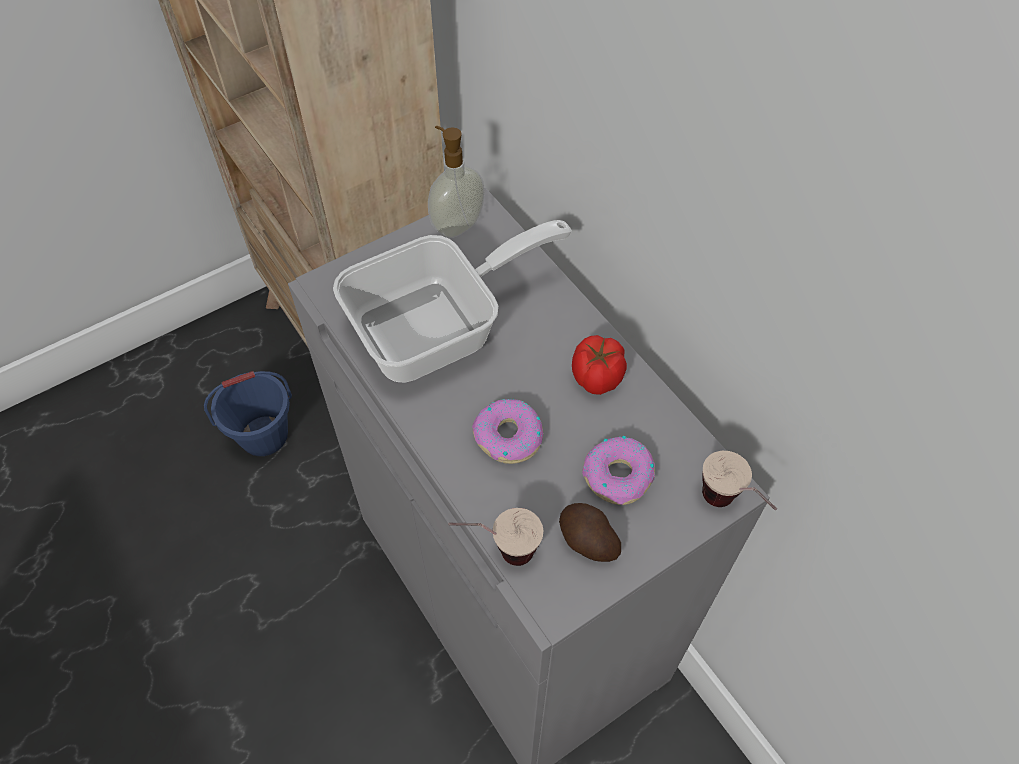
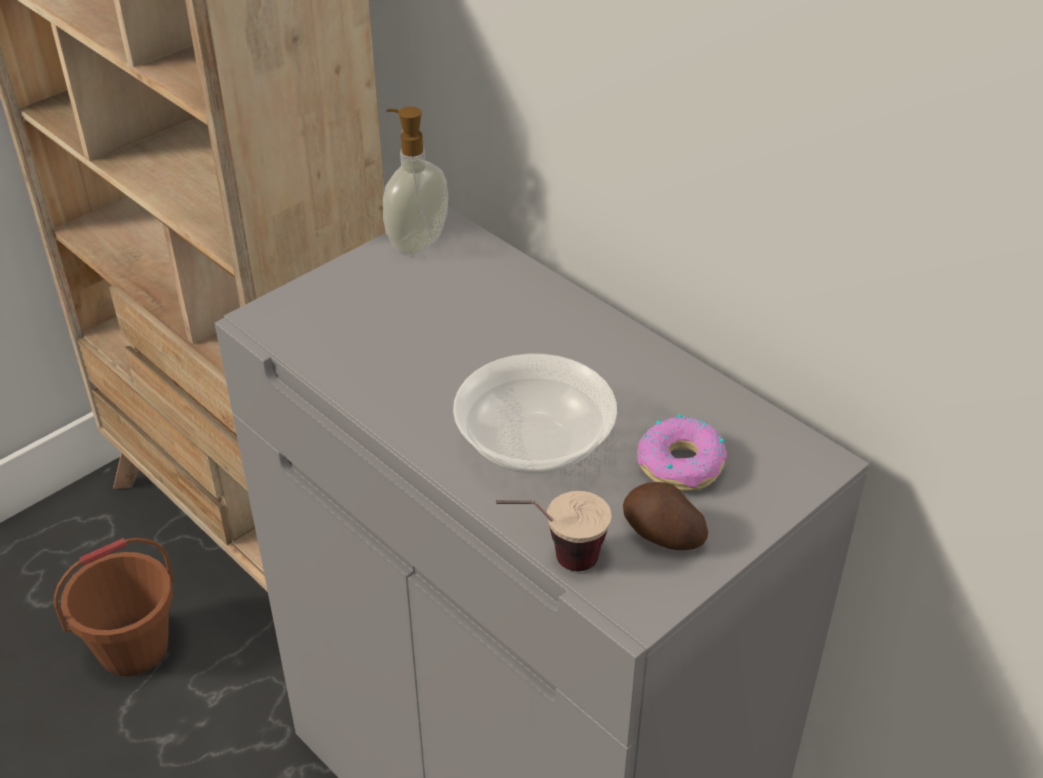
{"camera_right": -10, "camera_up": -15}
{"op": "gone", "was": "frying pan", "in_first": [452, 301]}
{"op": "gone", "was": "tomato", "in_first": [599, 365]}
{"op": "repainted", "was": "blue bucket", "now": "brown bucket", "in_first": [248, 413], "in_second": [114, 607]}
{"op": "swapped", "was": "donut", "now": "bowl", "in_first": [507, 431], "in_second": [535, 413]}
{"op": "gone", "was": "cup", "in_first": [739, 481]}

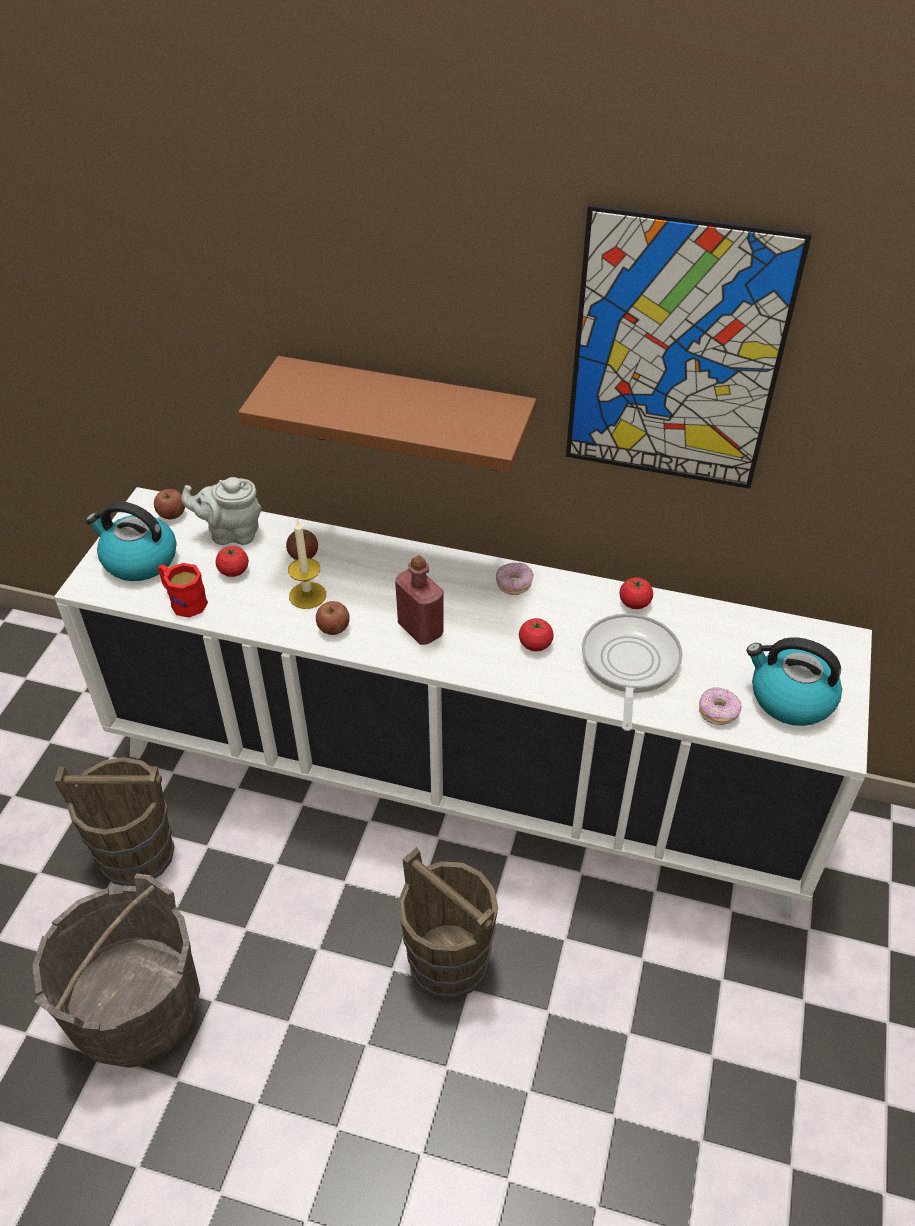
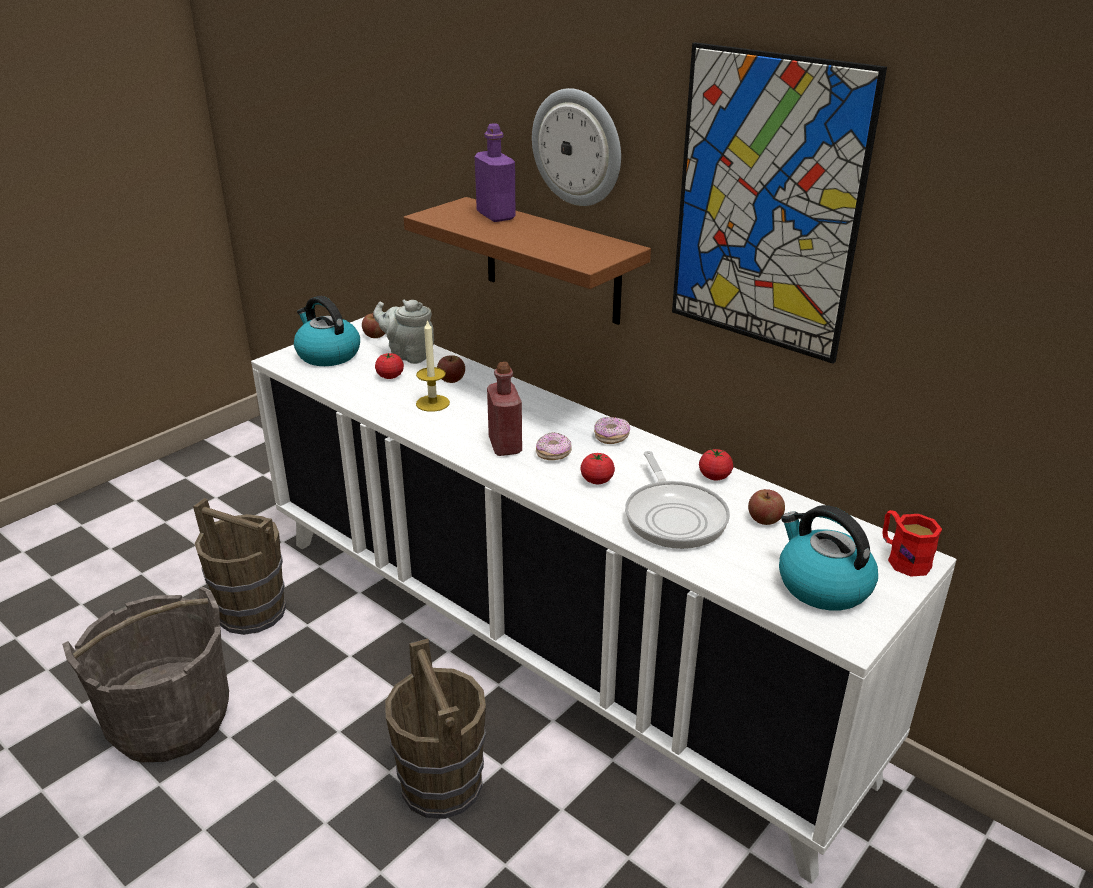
{"camera_right": 25, "camera_up": -15}
{"op": "shifted", "was": "red mug", "in_first": [183, 590], "in_second": [912, 543]}
{"op": "shifted", "was": "apple", "in_first": [333, 618], "in_second": [766, 507]}
{"op": "rotated", "was": "frying pan", "in_first": [632, 672], "in_second": [677, 500], "clockwise": 135}
{"op": "shifted", "was": "donut", "in_first": [720, 706], "in_second": [554, 446]}
{"op": "new", "now": "wall clock", "in_second": [576, 147]}
{"op": "new", "now": "purple bottle", "in_second": [495, 172]}

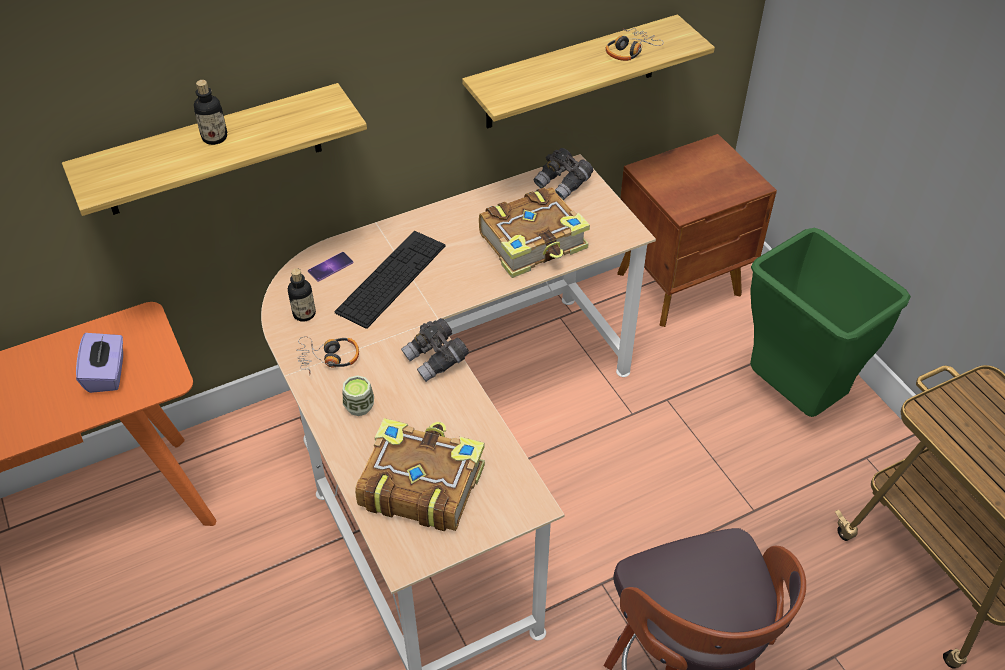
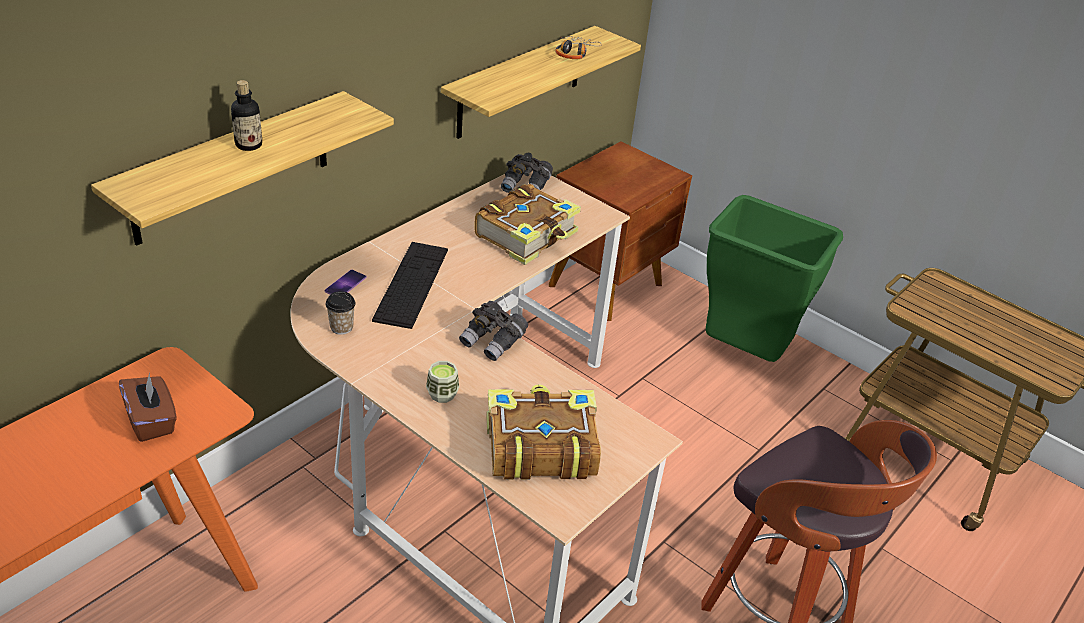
{"camera_right": -25, "camera_up": -10}
{"op": "swapped", "was": "bottle", "now": "cup", "in_first": [302, 295], "in_second": [341, 313]}
{"op": "repainted", "was": "purple tissue box", "now": "brown tissue box", "in_first": [99, 363], "in_second": [148, 407]}
{"op": "gone", "was": "headphones", "in_first": [328, 355]}

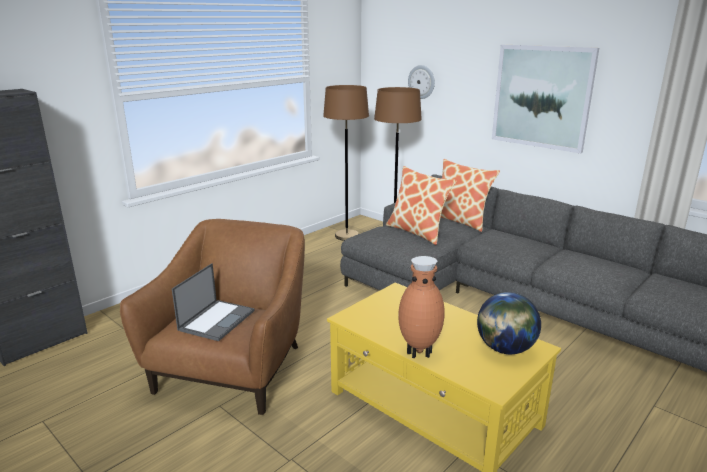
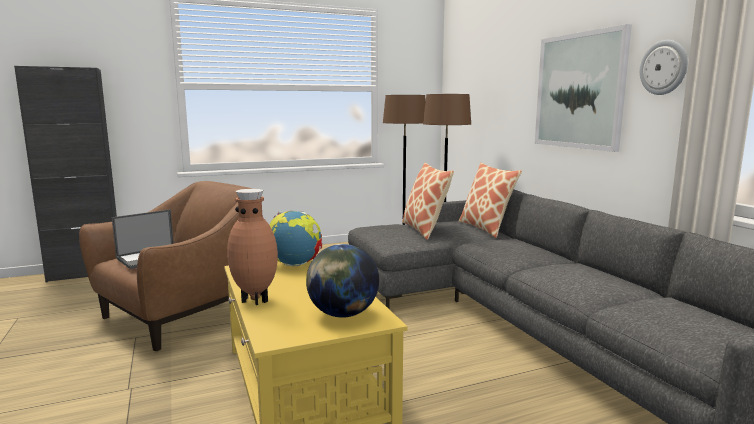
{"camera_right": 25, "camera_up": -10}
{"op": "shifted", "was": "wall clock", "in_first": [421, 82], "in_second": [664, 67]}
{"op": "new", "now": "globe", "in_second": [296, 238]}

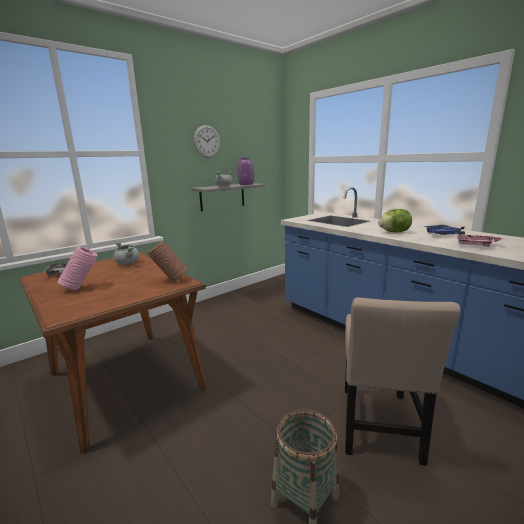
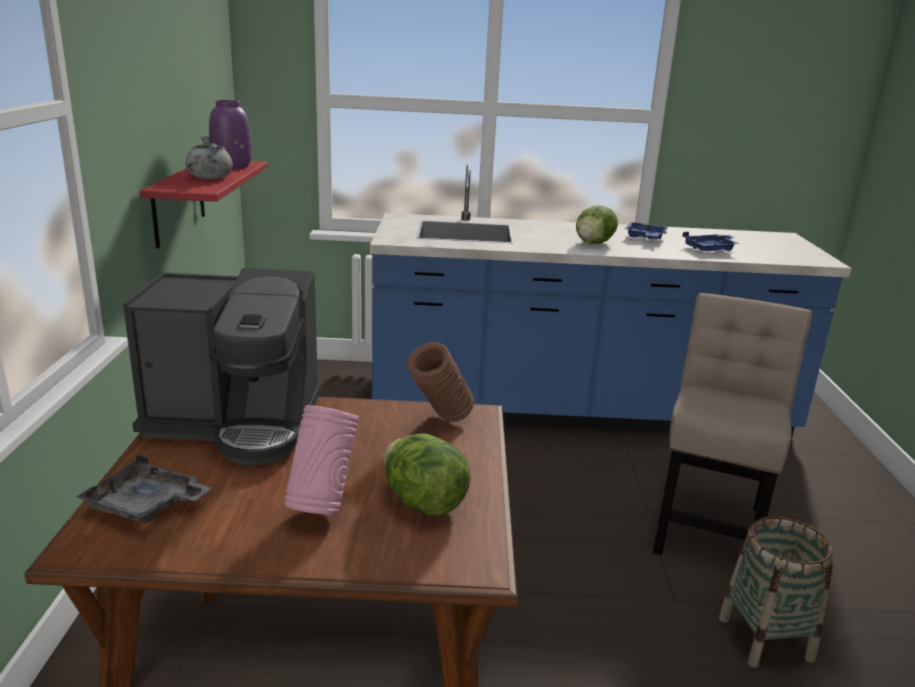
{"camera_right": -50, "camera_up": 5}
{"op": "gone", "was": "wall clock", "in_first": [207, 141]}
{"op": "repainted", "was": "grey shelf", "now": "red shelf", "in_first": [228, 197], "in_second": [203, 204]}
{"op": "repainted", "was": "pink tray", "now": "blue tray", "in_first": [480, 239], "in_second": [711, 241]}
{"op": "swapped", "was": "grey cooking pot", "now": "coffee machine", "in_first": [126, 252], "in_second": [222, 366]}
{"op": "rotated", "was": "beige chair", "in_first": [402, 381], "in_second": [732, 424], "clockwise": -120}
{"op": "new", "now": "lettuce", "in_second": [426, 475]}

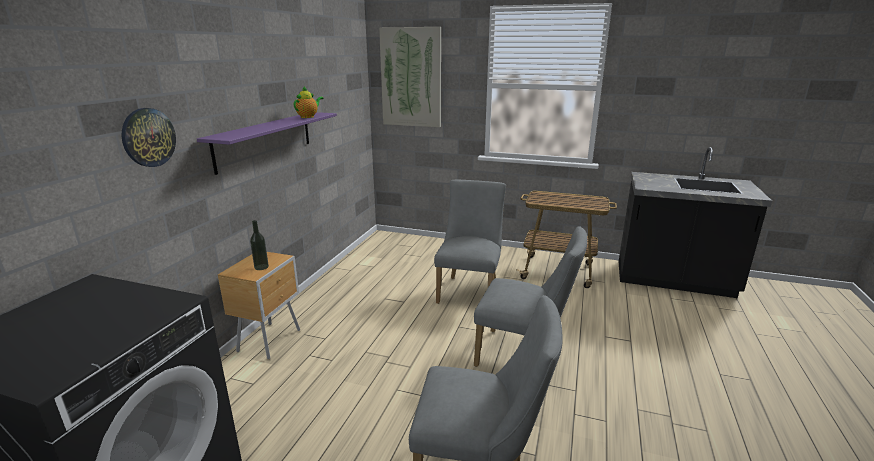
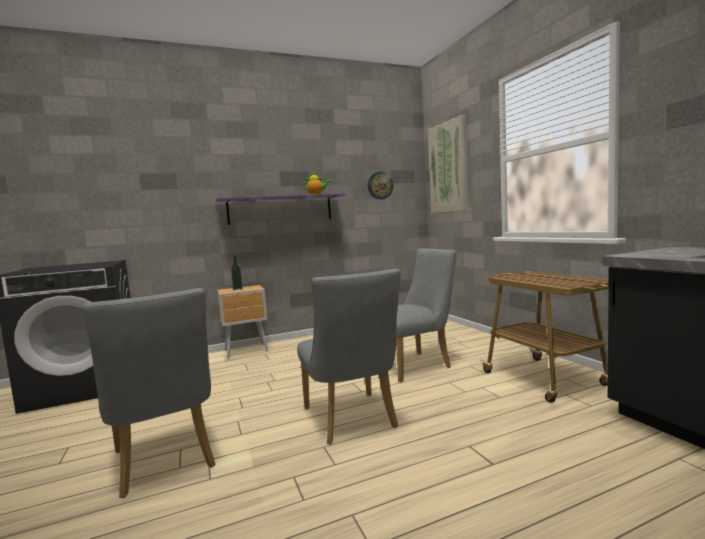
{"camera_right": 50, "camera_up": -15}
{"op": "shifted", "was": "wall clock", "in_first": [149, 137], "in_second": [380, 185]}

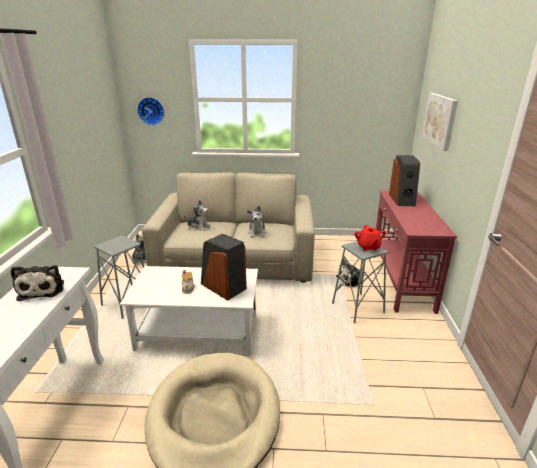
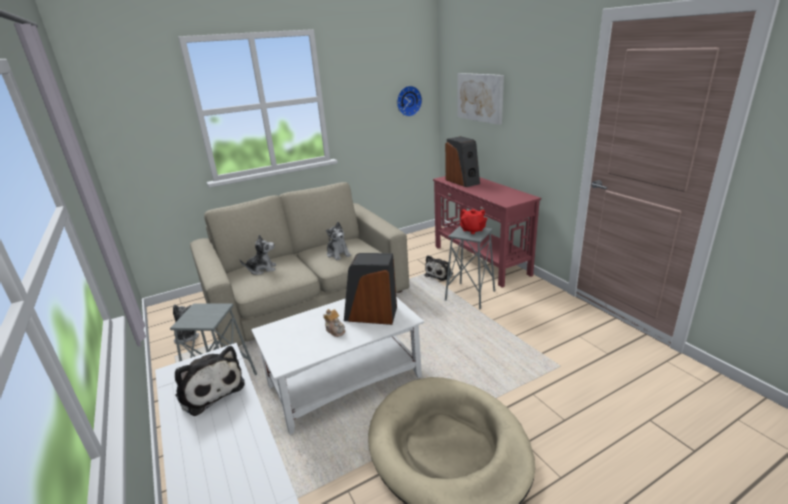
{"camera_right": -30, "camera_up": 0}
{"op": "shifted", "was": "wall clock", "in_first": [150, 111], "in_second": [409, 101]}

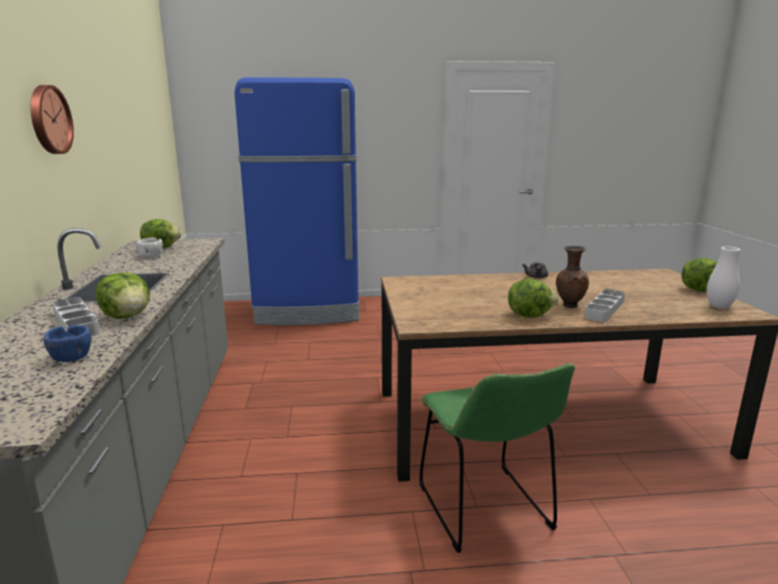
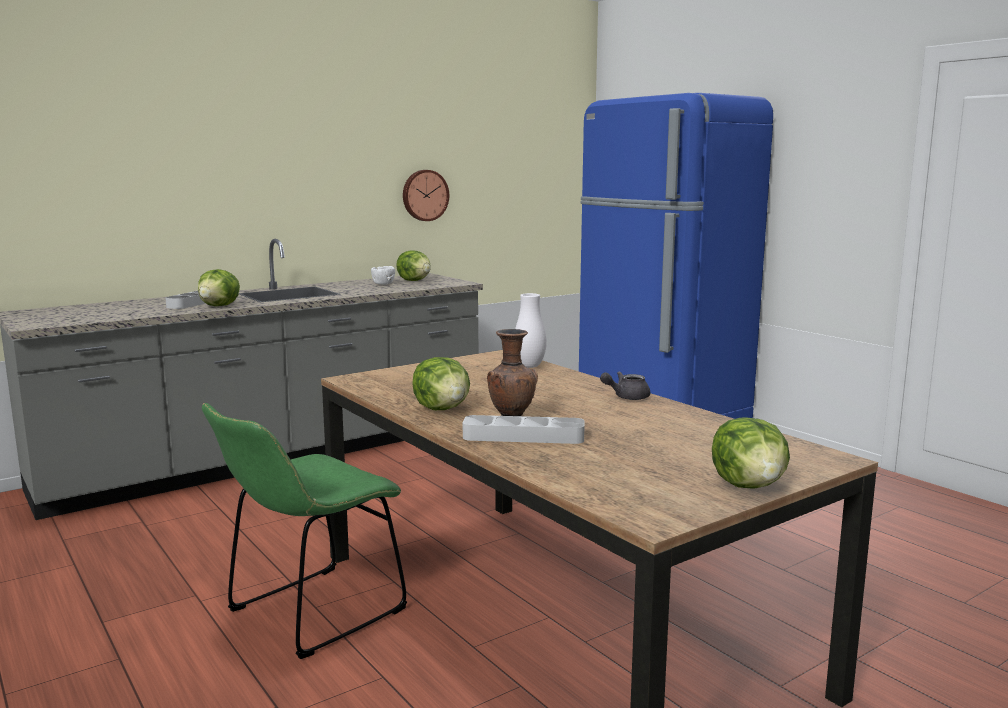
{"camera_right": 60, "camera_up": -5}
{"op": "shifted", "was": "wall clock", "in_first": [52, 119], "in_second": [426, 195]}
{"op": "shifted", "was": "white vase", "in_first": [724, 278], "in_second": [531, 330]}
{"op": "gone", "was": "blue bowl", "in_first": [67, 343]}

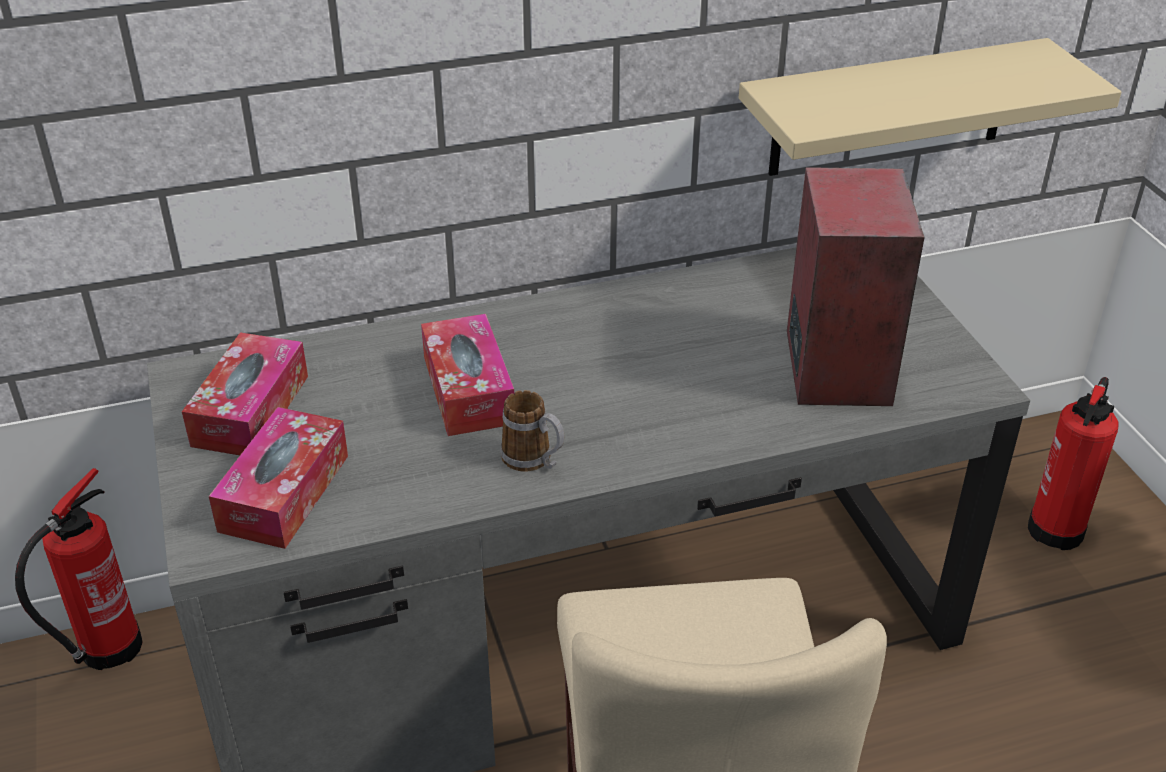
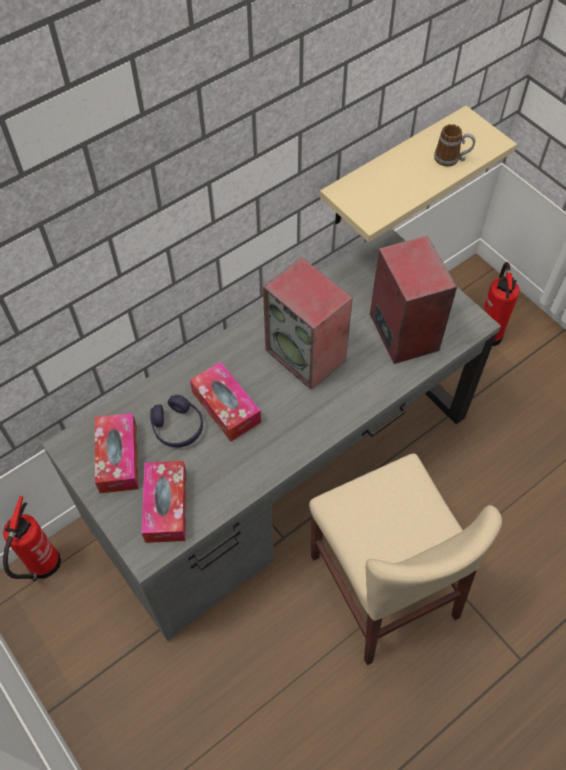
{"camera_right": -20, "camera_up": 20}
{"op": "shifted", "was": "mug", "in_first": [532, 430], "in_second": [454, 145]}
{"op": "new", "now": "speaker", "in_second": [308, 323]}
{"op": "new", "now": "purple headphones", "in_second": [176, 421]}

